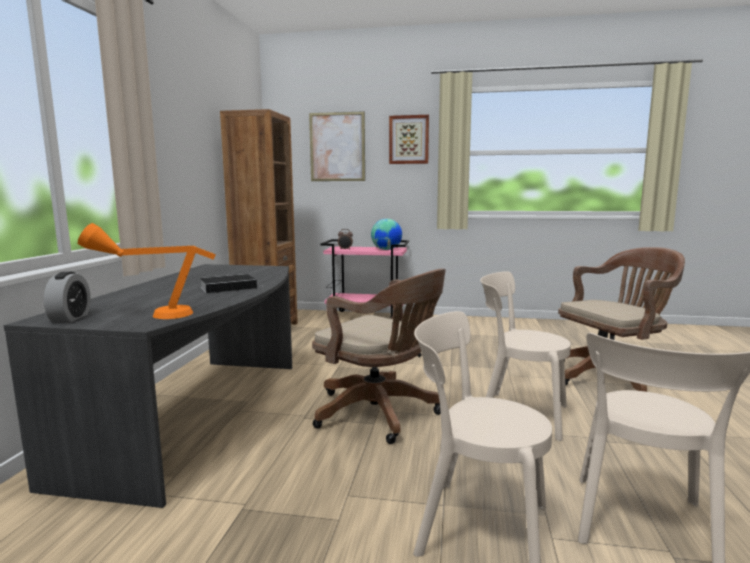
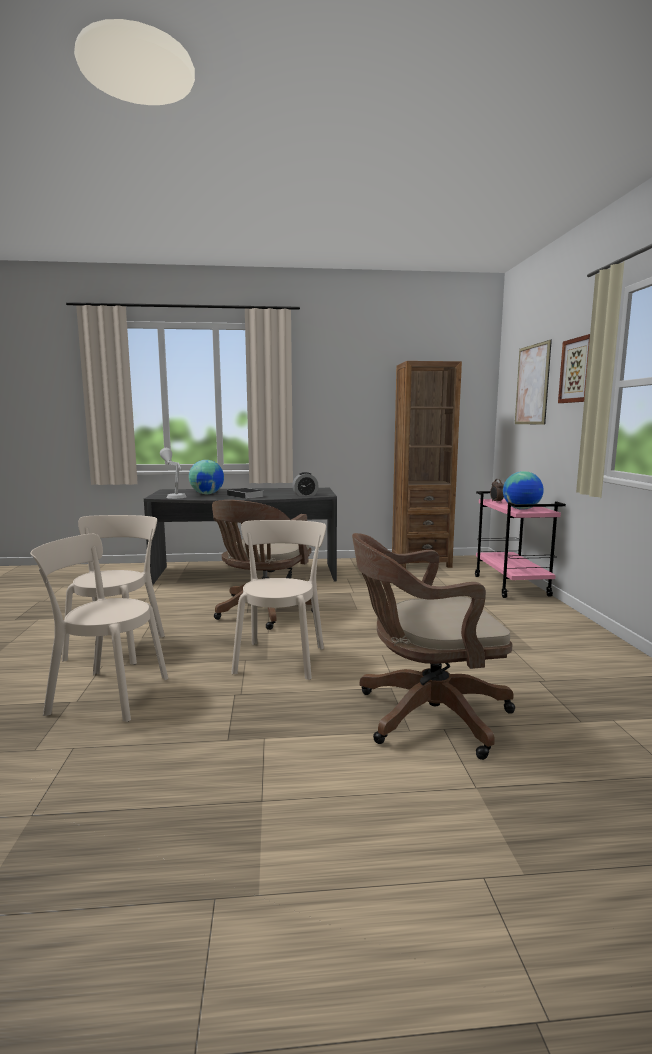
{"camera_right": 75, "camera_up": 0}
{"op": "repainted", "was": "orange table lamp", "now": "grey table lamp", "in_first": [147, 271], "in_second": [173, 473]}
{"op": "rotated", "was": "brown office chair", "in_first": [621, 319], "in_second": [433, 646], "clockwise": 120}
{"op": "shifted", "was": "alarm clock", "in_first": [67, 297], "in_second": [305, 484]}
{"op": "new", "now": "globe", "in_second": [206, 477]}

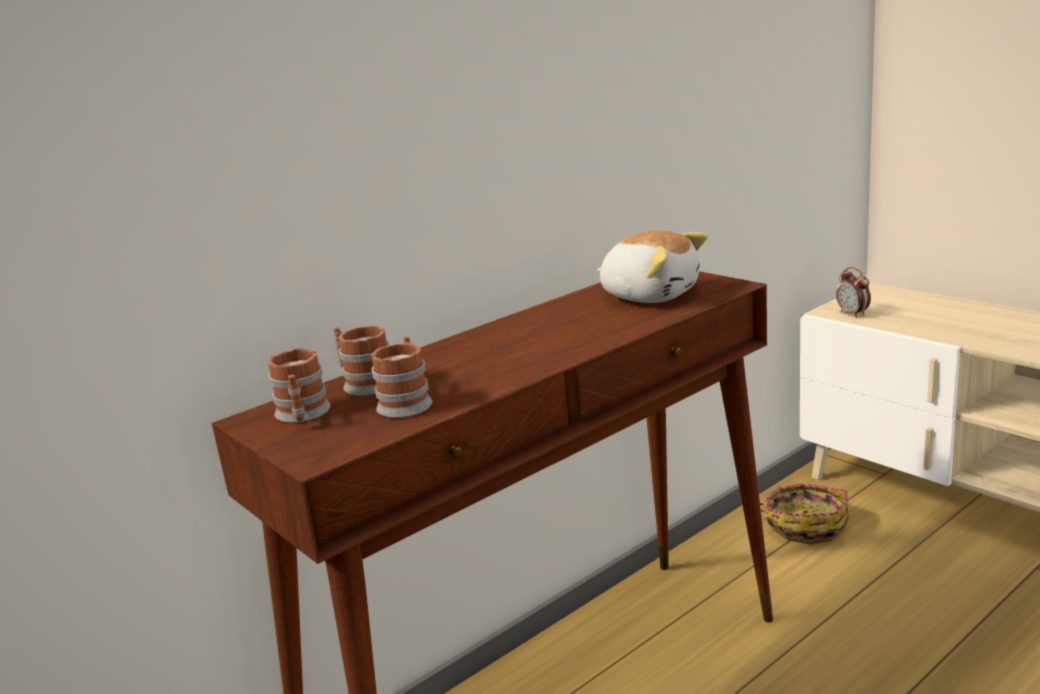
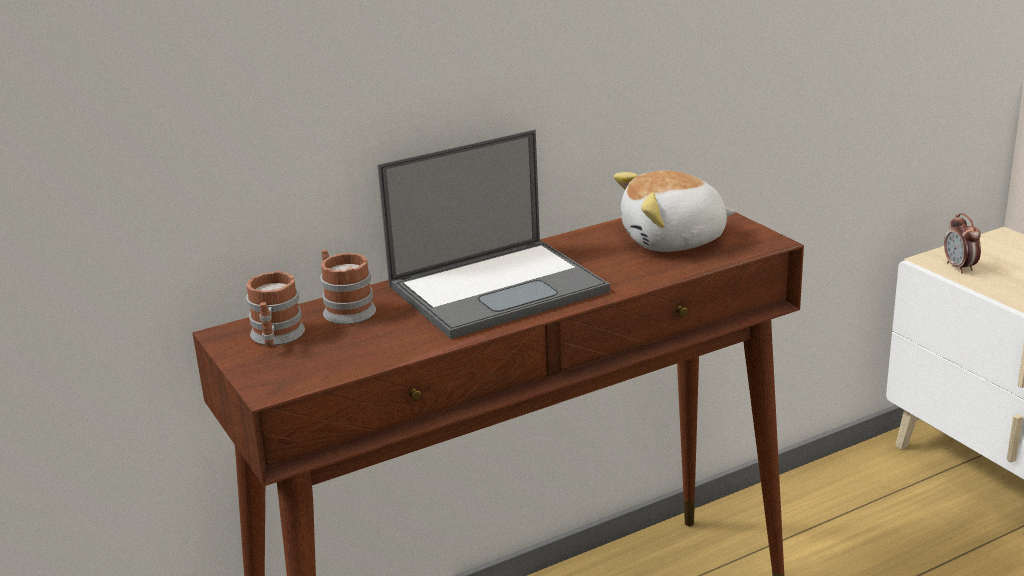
{"camera_right": 10, "camera_up": 5}
{"op": "rotated", "was": "plush toy", "in_first": [652, 266], "in_second": [675, 211], "clockwise": 120}
{"op": "gone", "was": "mug", "in_first": [401, 377]}
{"op": "gone", "was": "basket", "in_first": [804, 514]}
{"op": "new", "now": "laptop", "in_second": [493, 234]}

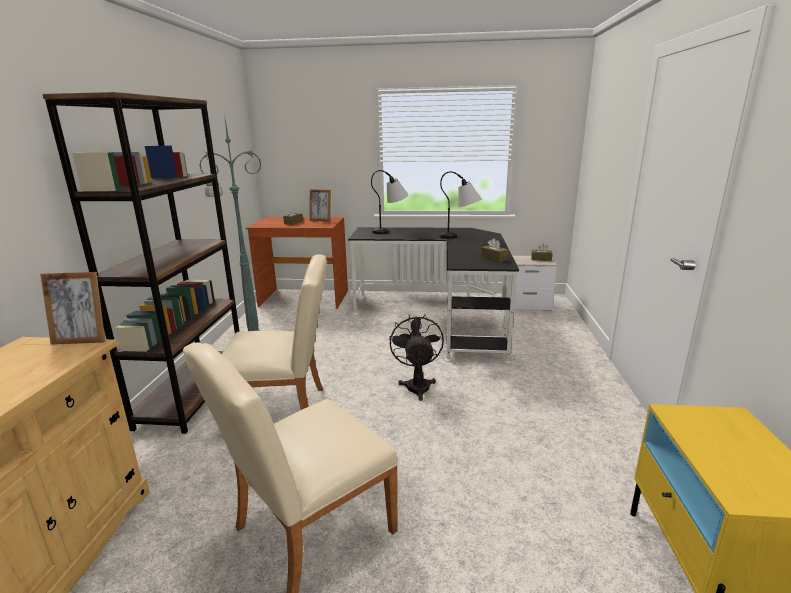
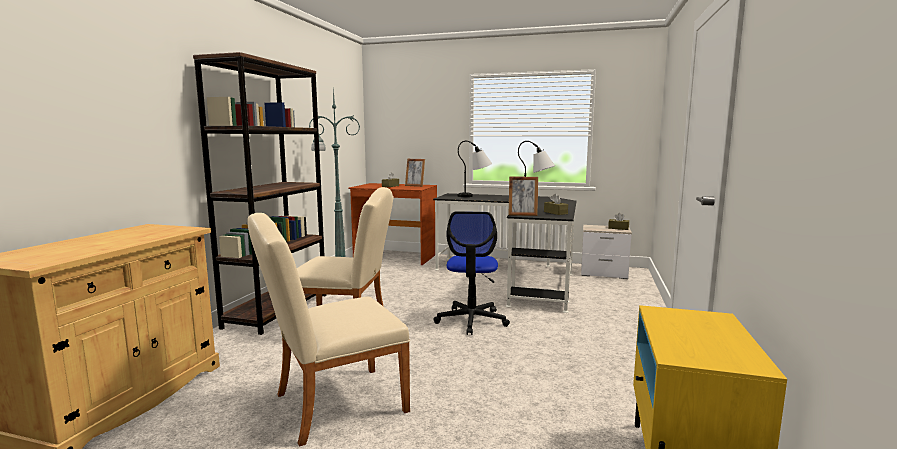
{"camera_right": 10, "camera_up": -10}
{"op": "shifted", "was": "picture frame", "in_first": [72, 308], "in_second": [523, 196]}
{"op": "swapped", "was": "black fan", "now": "office chair", "in_first": [416, 357], "in_second": [471, 273]}

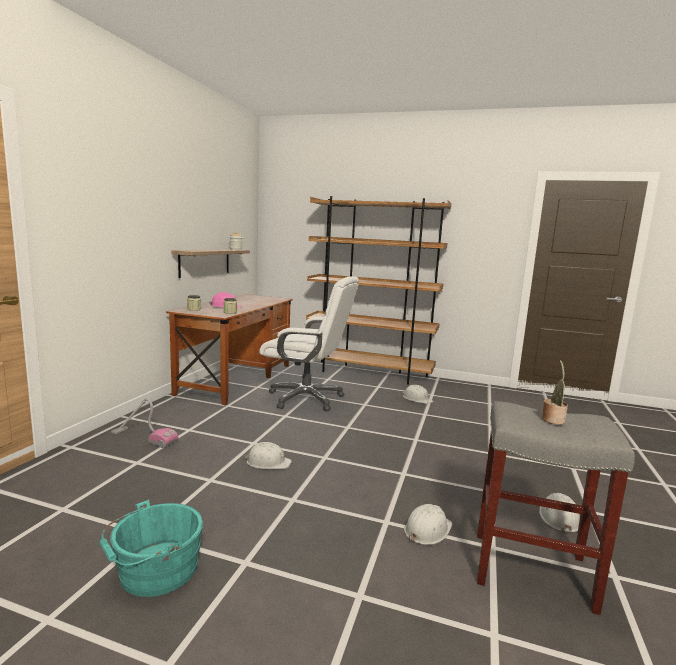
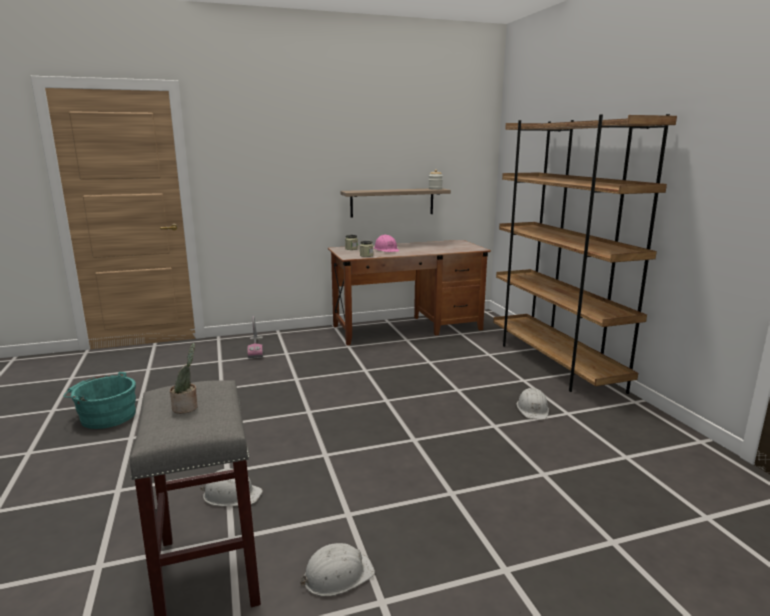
{"camera_right": 55, "camera_up": 5}
{"op": "gone", "was": "white office chair", "in_first": [309, 343]}
{"op": "gone", "was": "white hard hat", "in_first": [268, 455]}

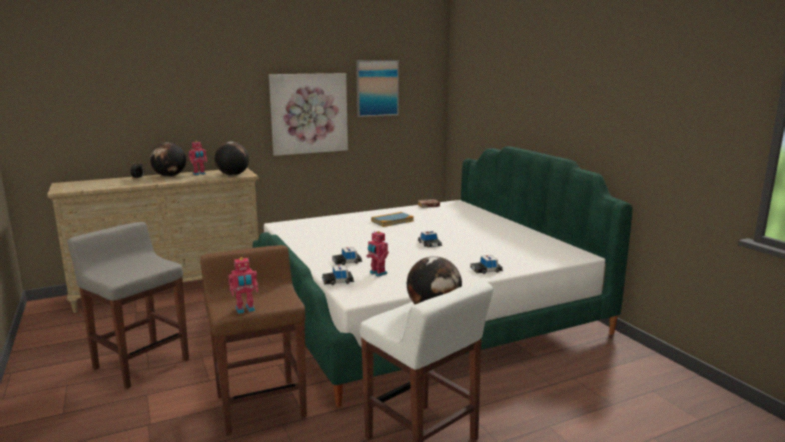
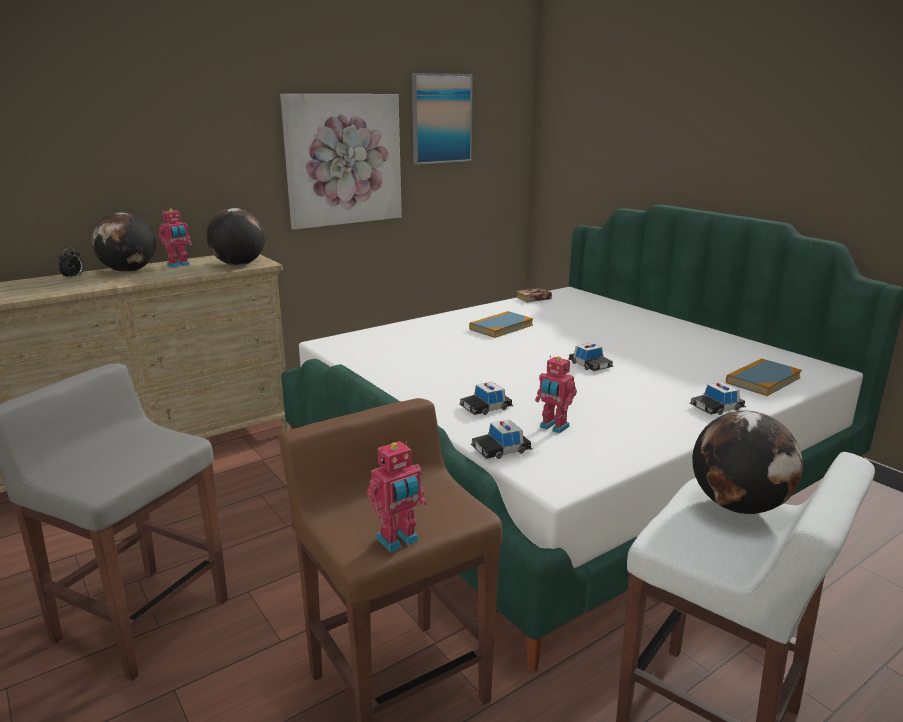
{"camera_right": -10, "camera_up": 5}
{"op": "new", "now": "book", "in_second": [764, 377]}

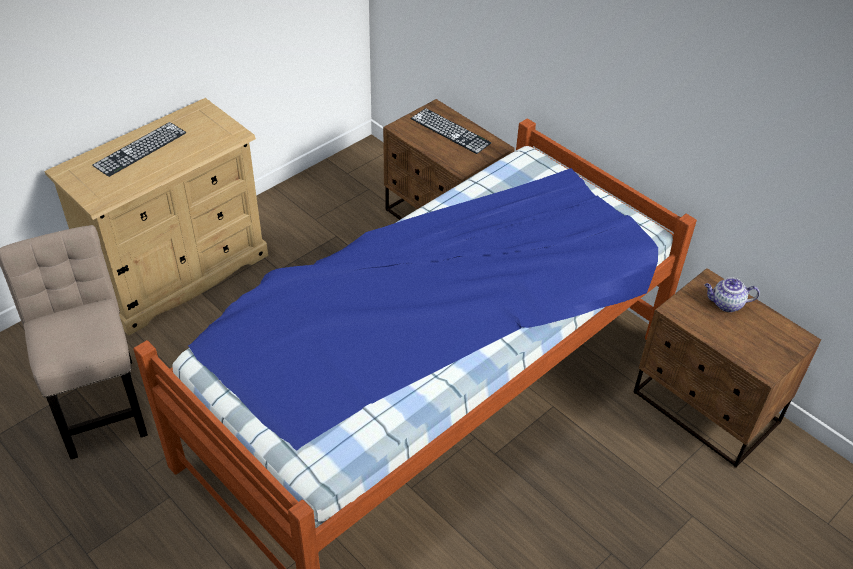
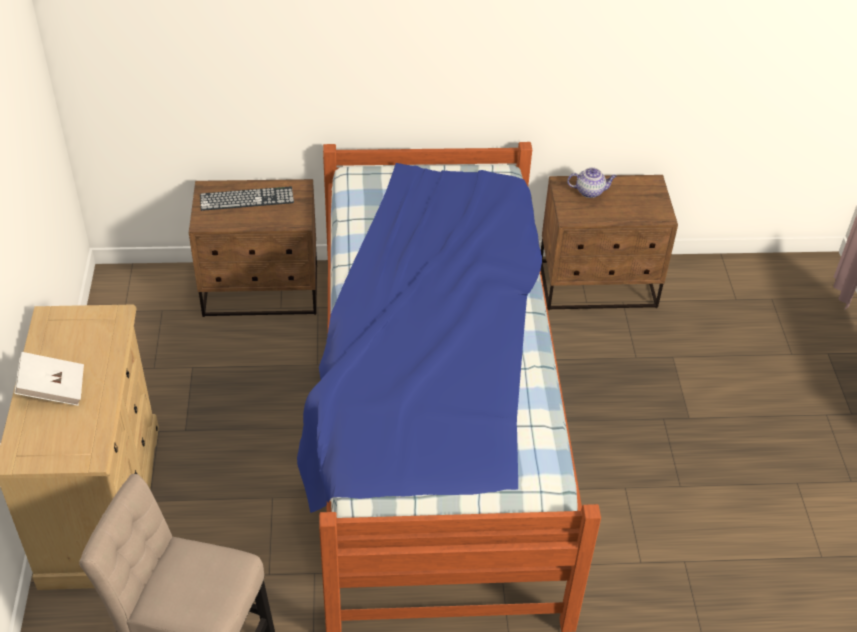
{"camera_right": -50, "camera_up": 0}
{"op": "swapped", "was": "keyboard", "now": "white book", "in_first": [139, 149], "in_second": [49, 379]}
{"op": "rotated", "was": "teapot", "in_first": [732, 294], "in_second": [592, 183], "clockwise": -135}

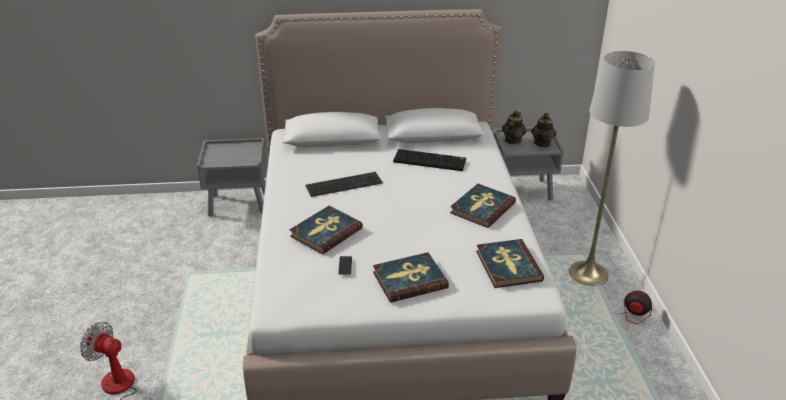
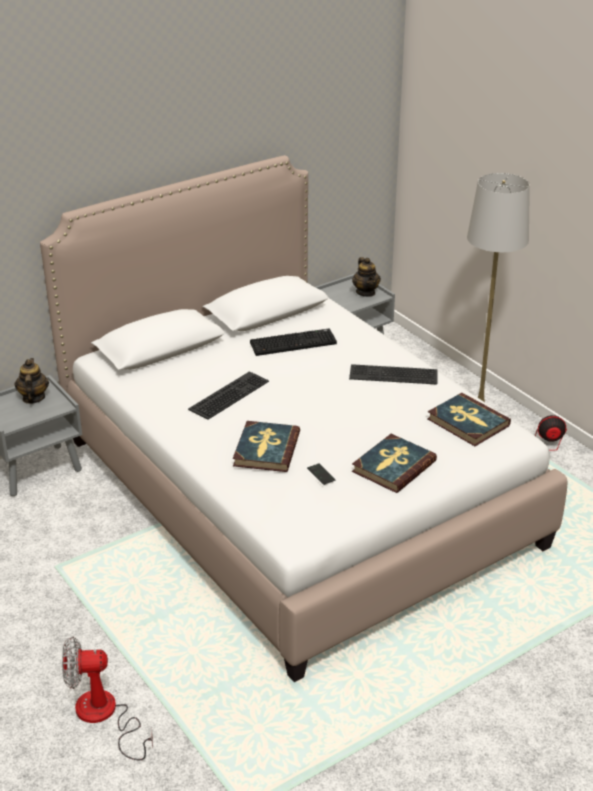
{"camera_right": -30, "camera_up": 0}
{"op": "shifted", "was": "teapot", "in_first": [514, 127], "in_second": [31, 381]}
{"op": "swapped", "was": "book", "now": "keyboard", "in_first": [483, 206], "in_second": [393, 374]}

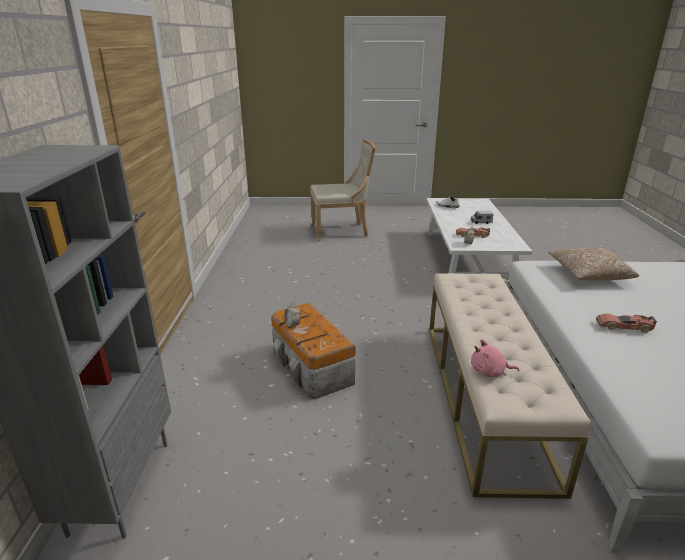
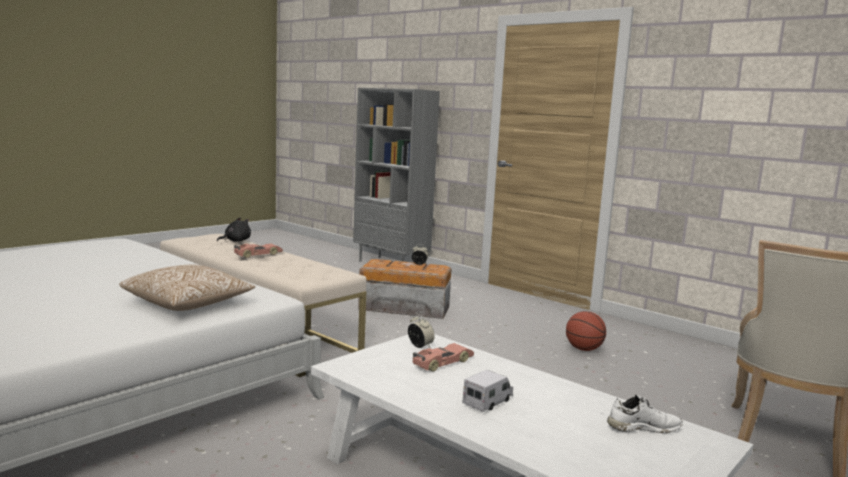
{"camera_right": 130, "camera_up": -15}
{"op": "shifted", "was": "toy car", "in_first": [626, 323], "in_second": [258, 250]}
{"op": "repainted", "was": "pink plush toy", "now": "black plush toy", "in_first": [495, 358], "in_second": [234, 229]}
{"op": "new", "now": "basketball", "in_second": [586, 331]}

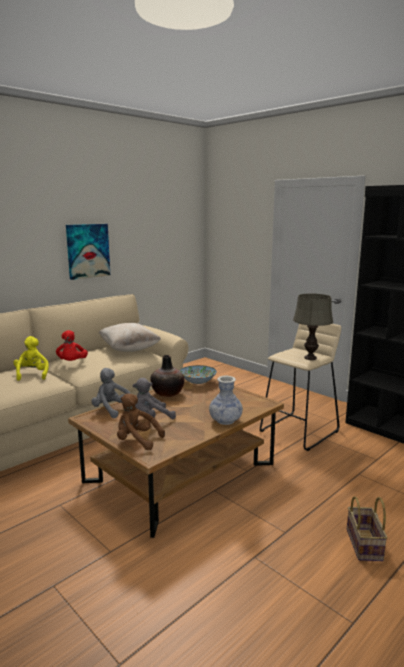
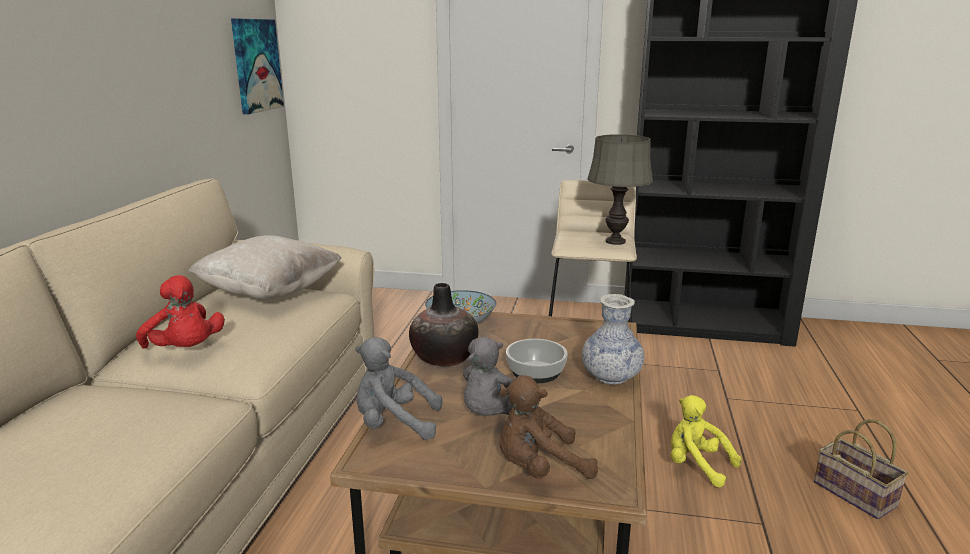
{"camera_right": -35, "camera_up": 5}
{"op": "shifted", "was": "picture", "in_first": [88, 252], "in_second": [257, 66]}
{"op": "shifted", "was": "yellow plush toy", "in_first": [31, 358], "in_second": [706, 441]}
{"op": "new", "now": "bowl", "in_second": [537, 361]}

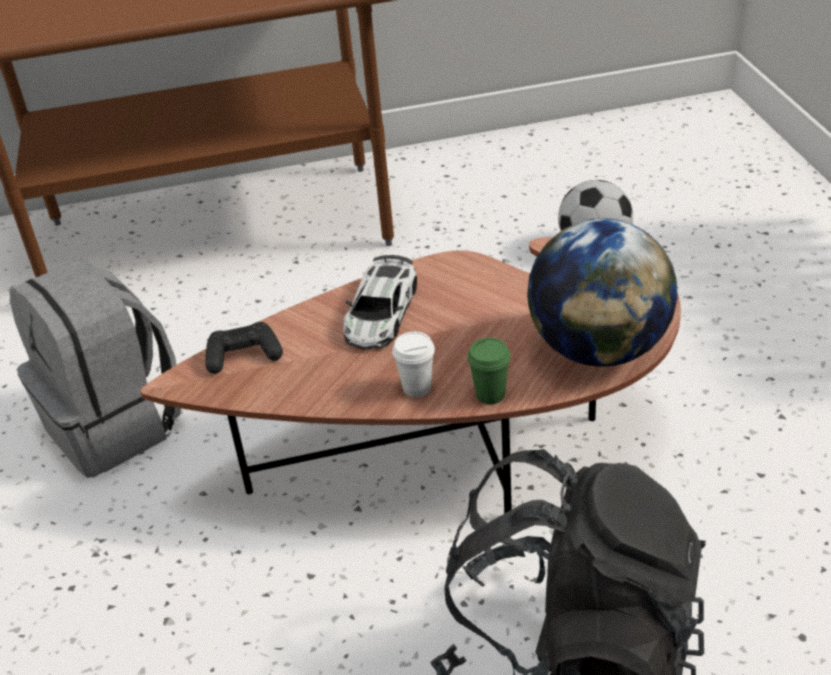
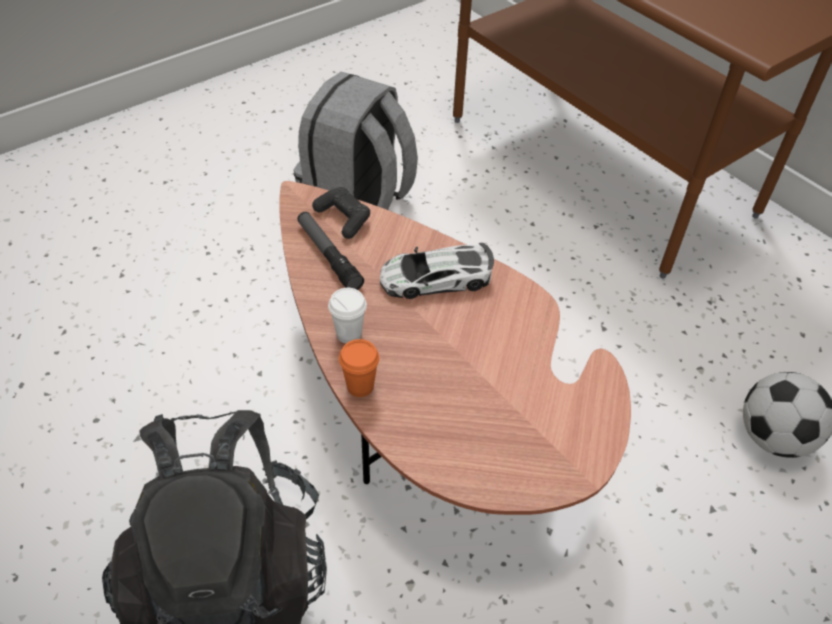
{"camera_right": 60, "camera_up": 10}
{"op": "gone", "was": "globe", "in_first": [602, 292]}
{"op": "repainted", "was": "green cup", "now": "orange cup", "in_first": [489, 371], "in_second": [359, 368]}
{"op": "new", "now": "flashlight", "in_second": [330, 251]}

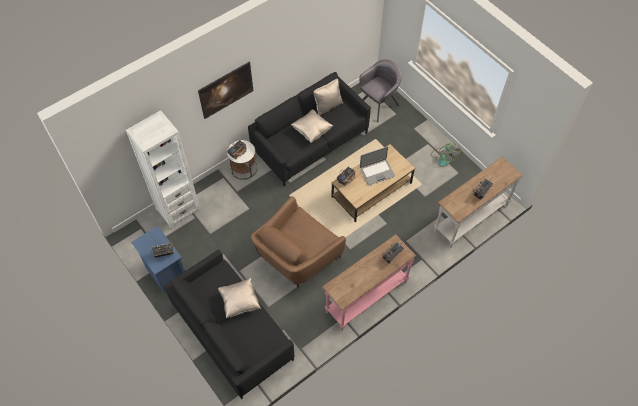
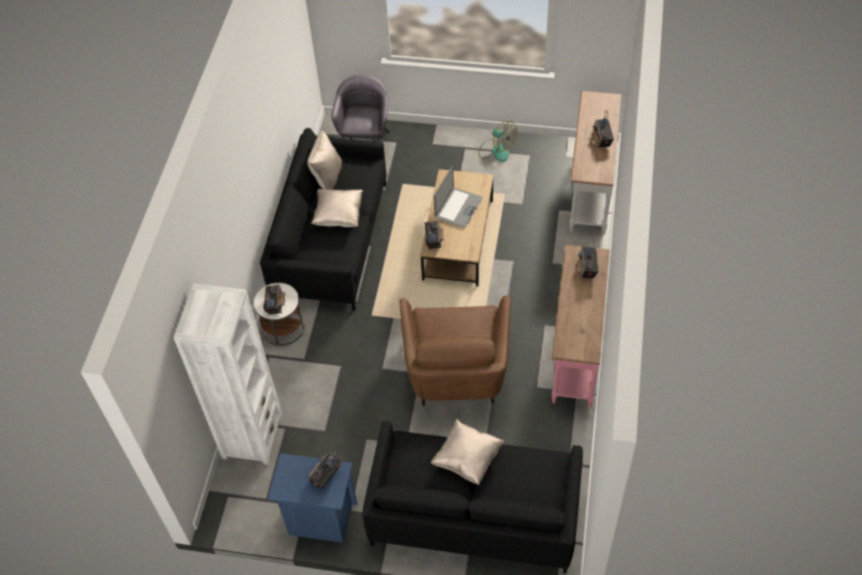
{"camera_right": -40, "camera_up": -5}
{"op": "gone", "was": "picture", "in_first": [225, 90]}

